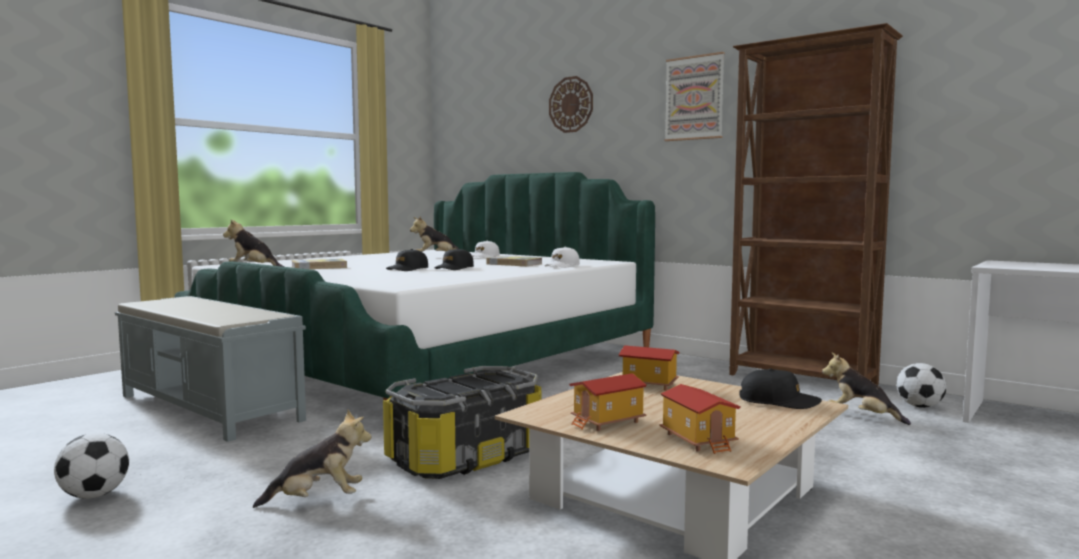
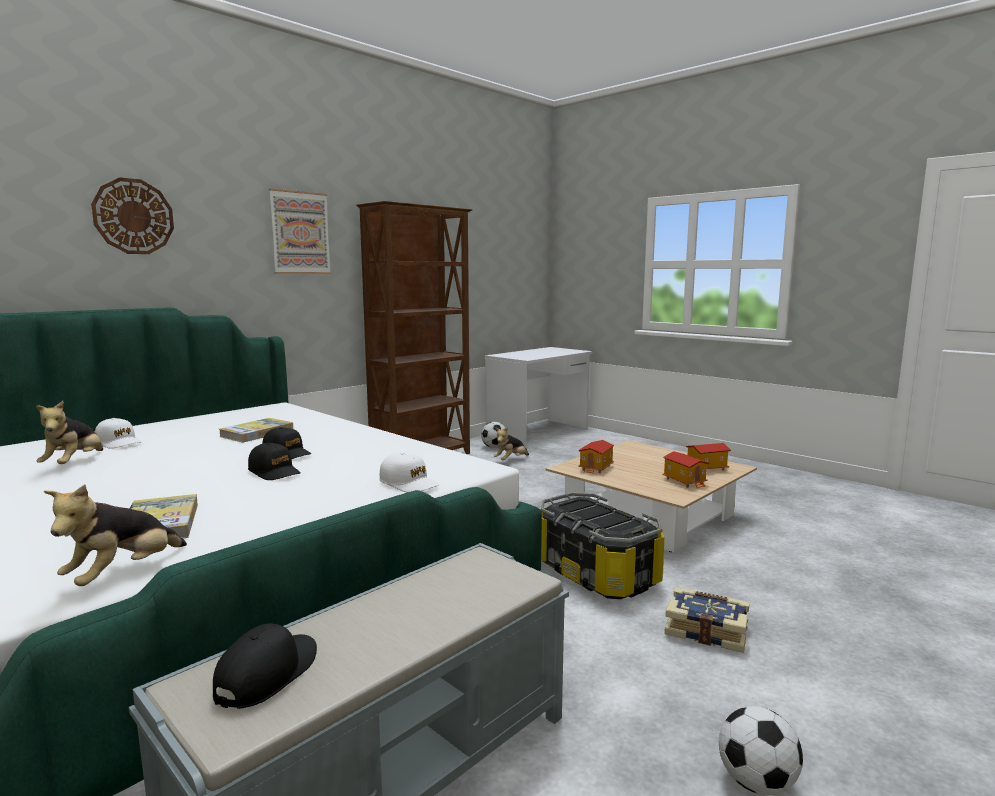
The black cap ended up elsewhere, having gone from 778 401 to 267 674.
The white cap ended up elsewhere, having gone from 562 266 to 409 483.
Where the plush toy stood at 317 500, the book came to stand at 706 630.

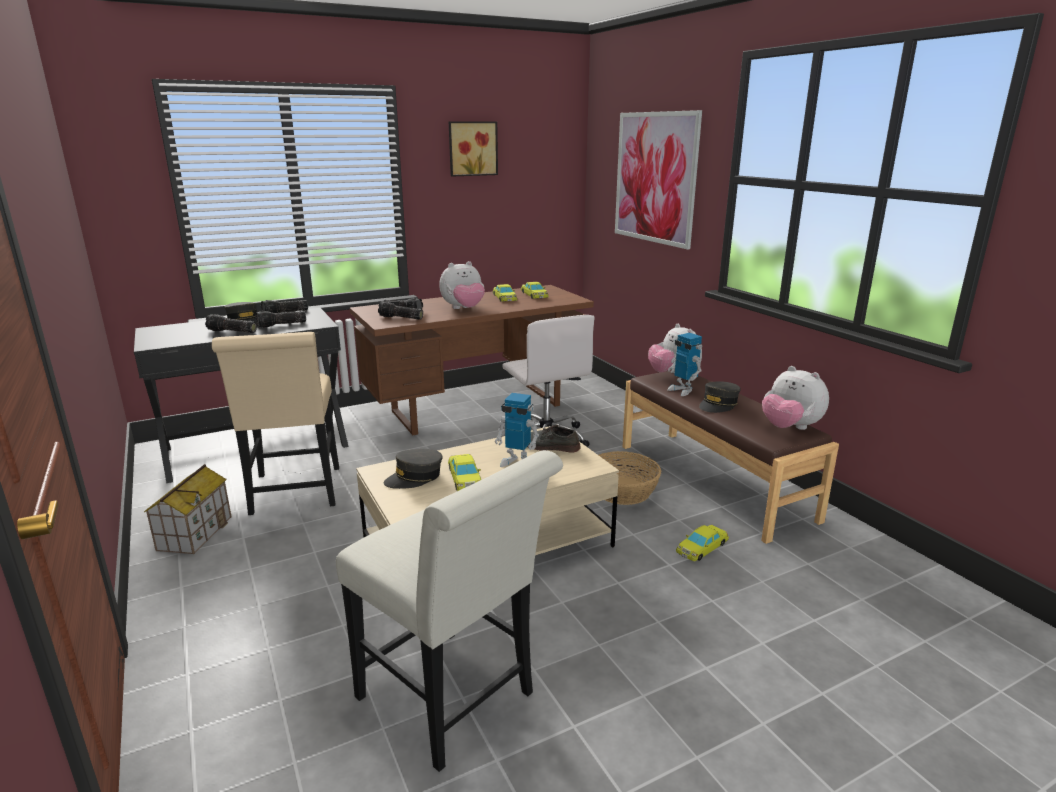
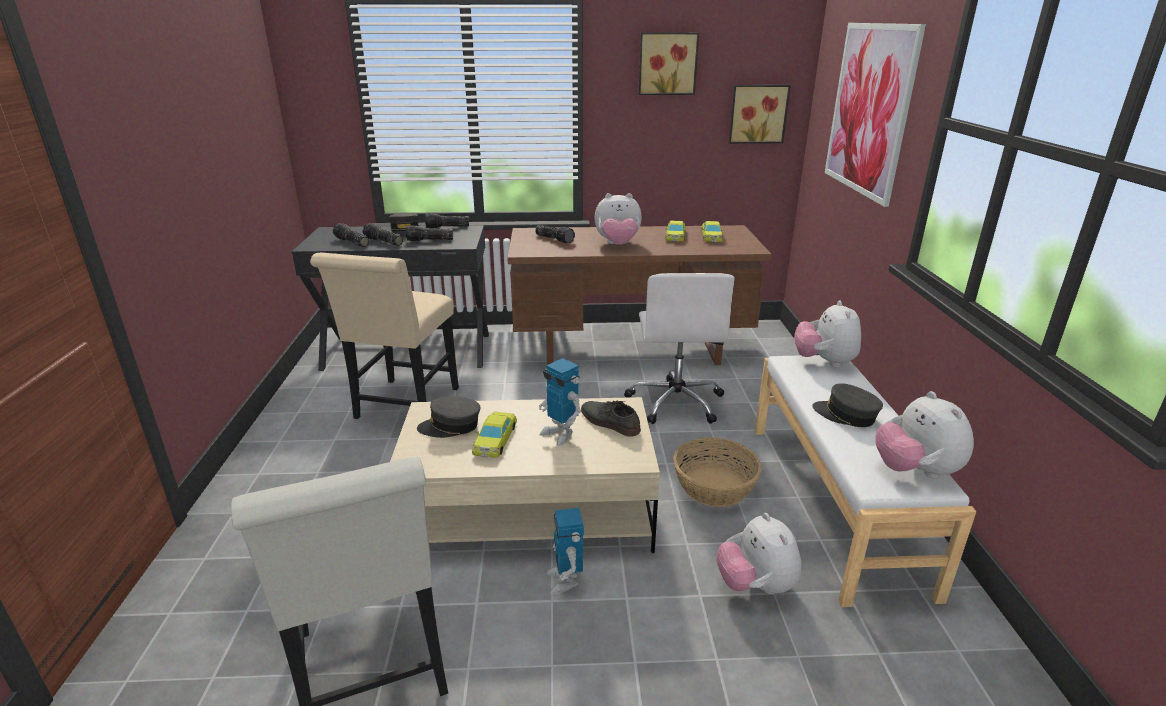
The flashlight ended up elsewhere, having gone from 400 318 to 351 242.
The toy robot ended up elsewhere, having gone from 682 390 to 565 581.
Where the yellow toy car stood at 701 547, the plush toy came to stand at 755 586.
The second view gained the picture at 757 114.
What was the brown bench at 713 480 turned into the white bench at 835 503.
The grey cap at 718 404 ended up facing another way, 60 degrees clockwise from before.
The second view lost the toy house at 195 533.

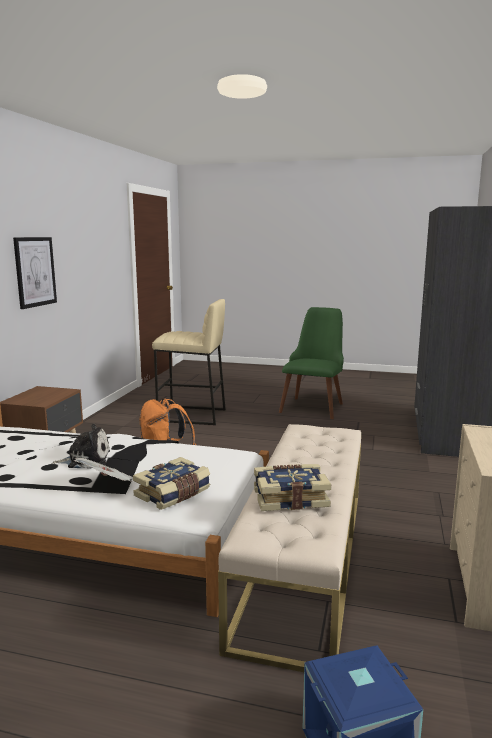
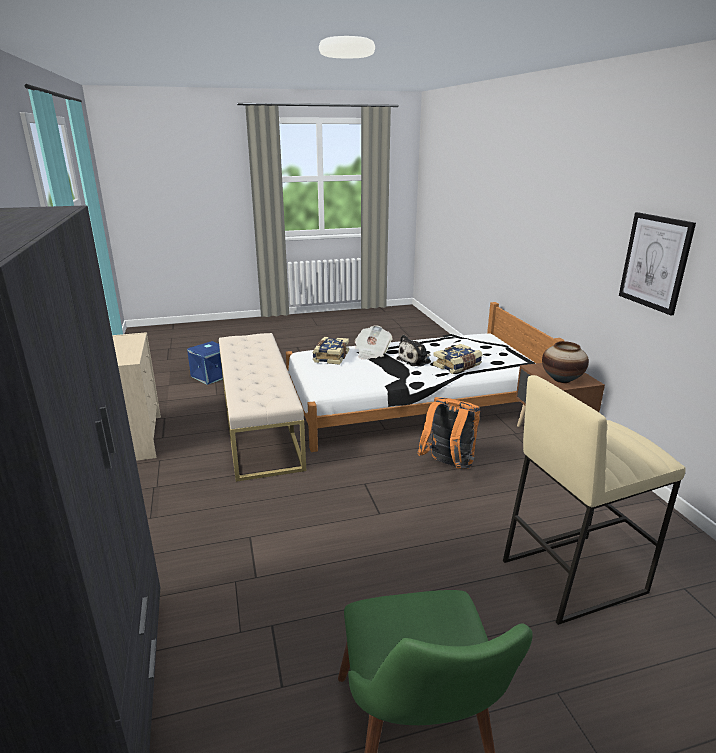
The book ended up elsewhere, having gone from 290 498 to 457 366.
The second view gained the vase at 561 379.

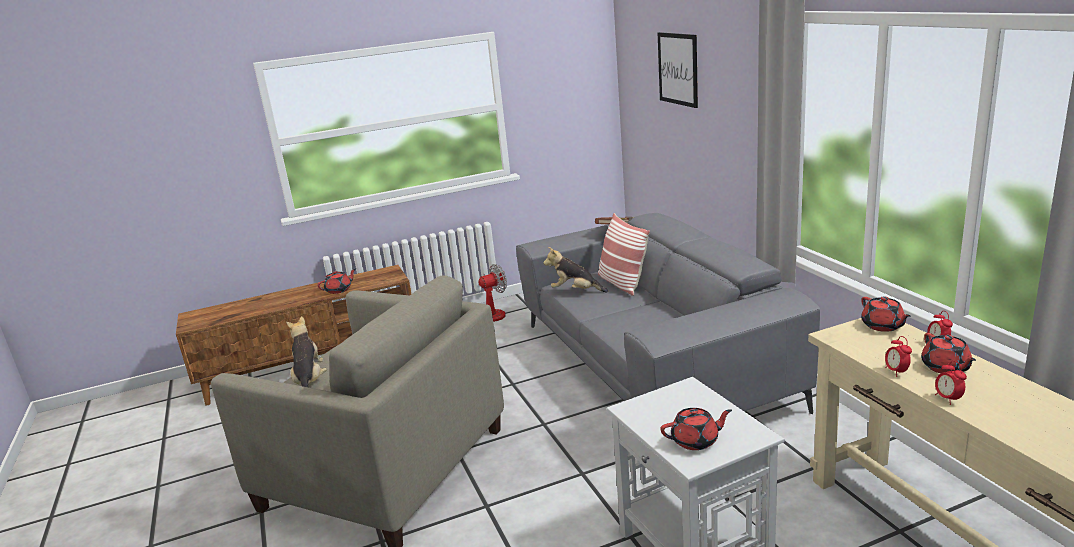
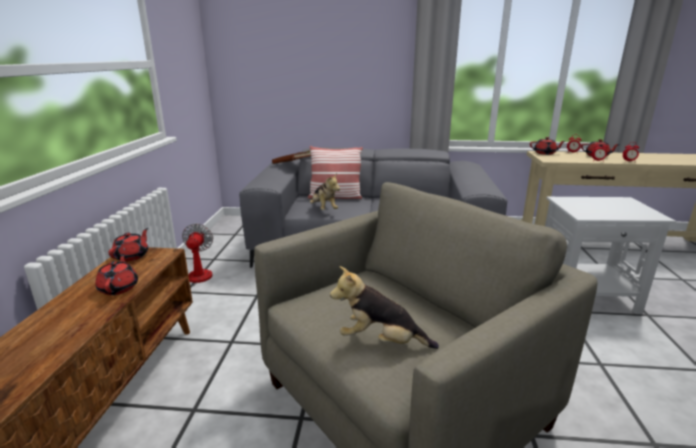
The red teapot ended up elsewhere, having gone from 696 441 to 132 256.
The plush toy at 575 291 ended up facing another way, 75 degrees counterclockwise from before.
The second view lost the picture at 678 69.

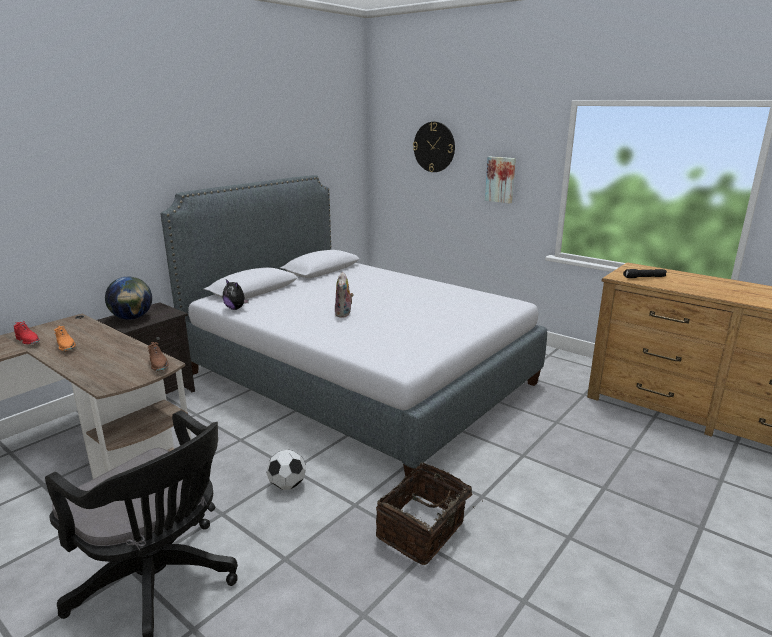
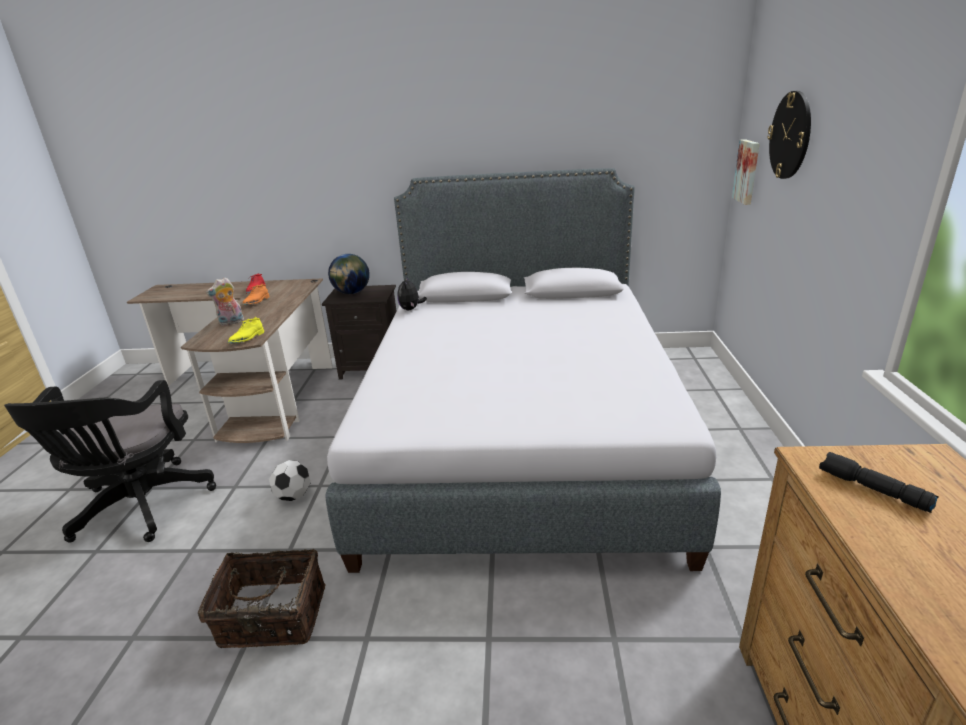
The plush toy ended up elsewhere, having gone from 344 314 to 231 323.
What was the brown shoe at 159 365 turned into the yellow shoe at 247 339.
The picture ended up elsewhere, having gone from 500 179 to 748 171.

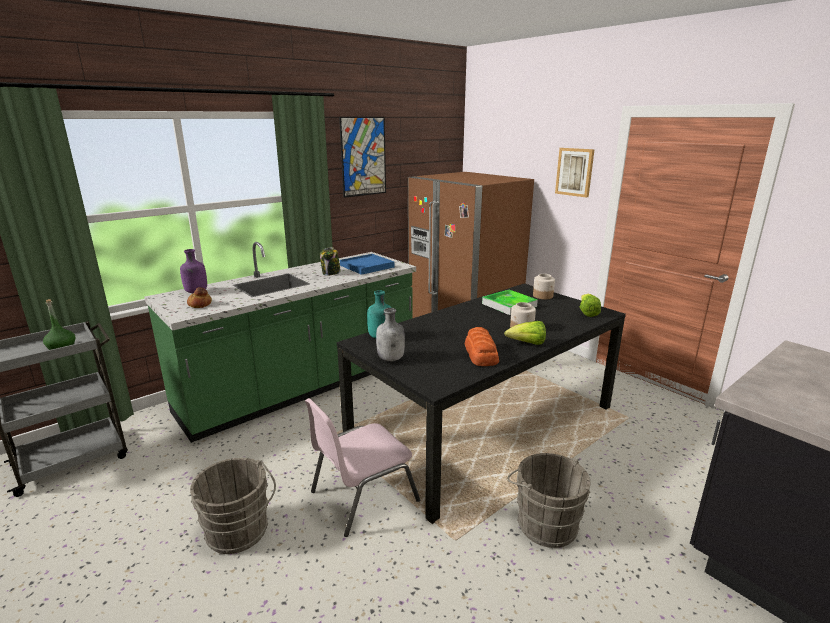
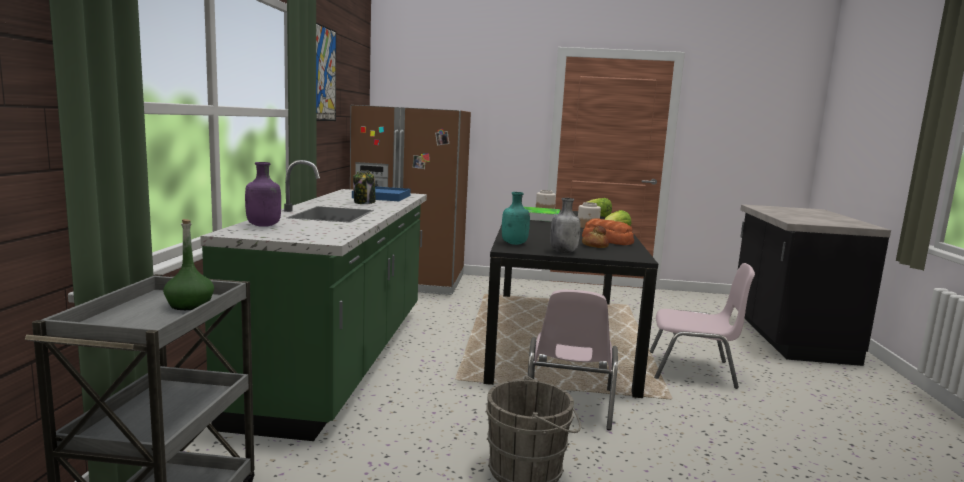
The bread ended up elsewhere, having gone from 200 304 to 594 246.
Where the grey bucket stood at 544 523, the pink chair came to stand at 693 370.
The second view lost the picture at 574 172.

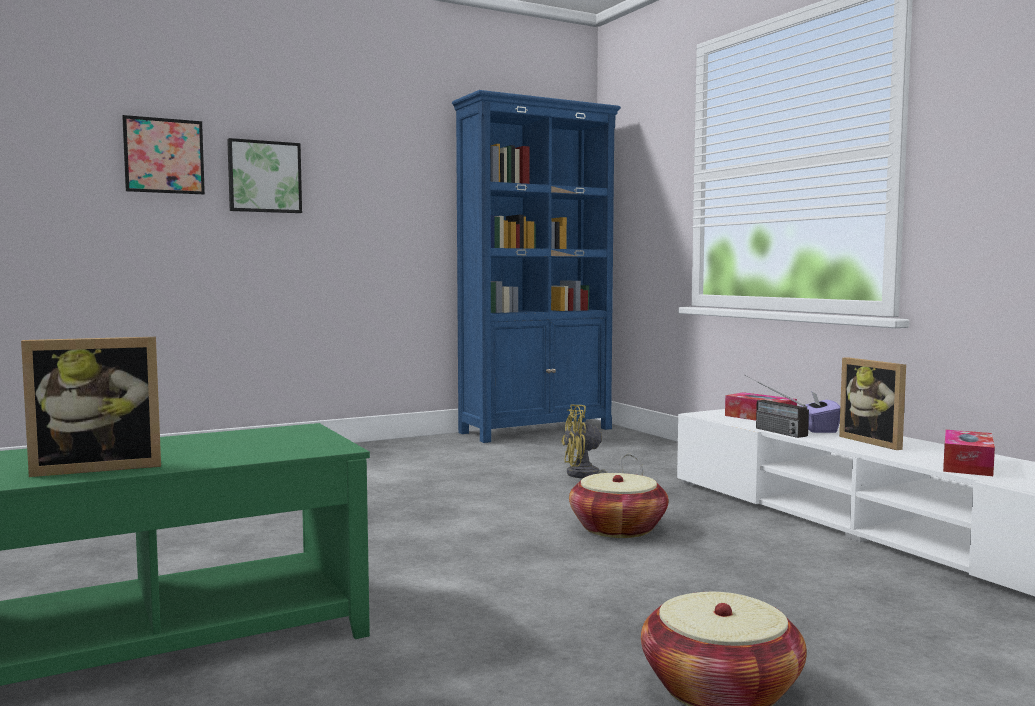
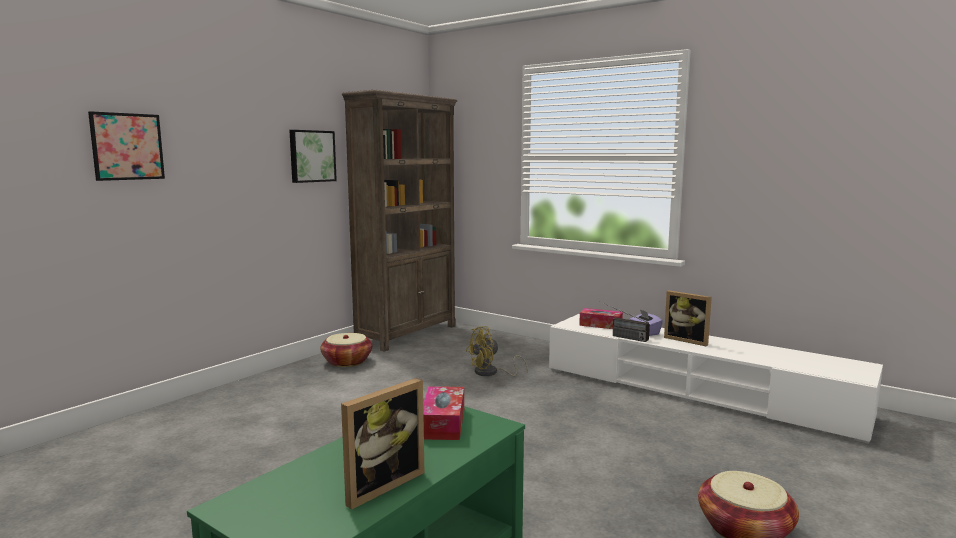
The picture ended up elsewhere, having gone from 264 177 to 311 156.
The basket ended up elsewhere, having gone from 618 529 to 347 362.
What was the blue bookcase at 537 430 turned into the brown bookcase at 407 334.
The tissue box ended up elsewhere, having gone from 967 465 to 443 423.

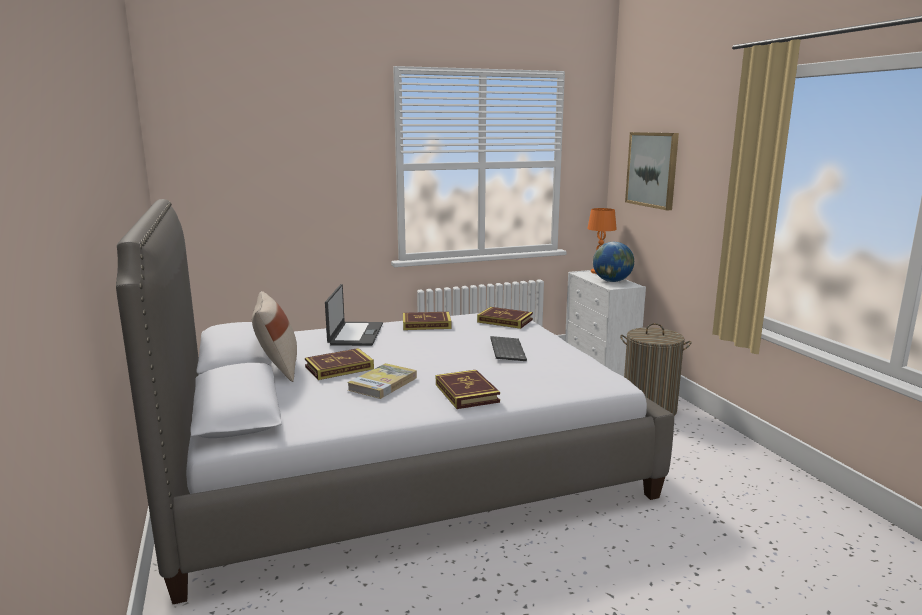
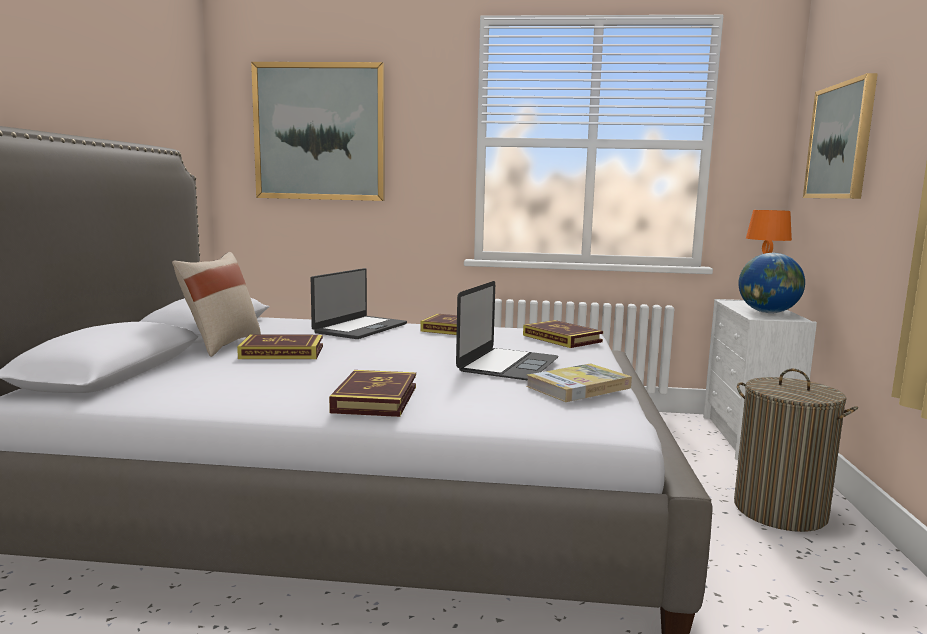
The second view gained the picture at 319 132.
Where the keyboard stood at 506 350, the laptop came to stand at 508 364.
The book ended up elsewhere, having gone from 383 384 to 578 387.

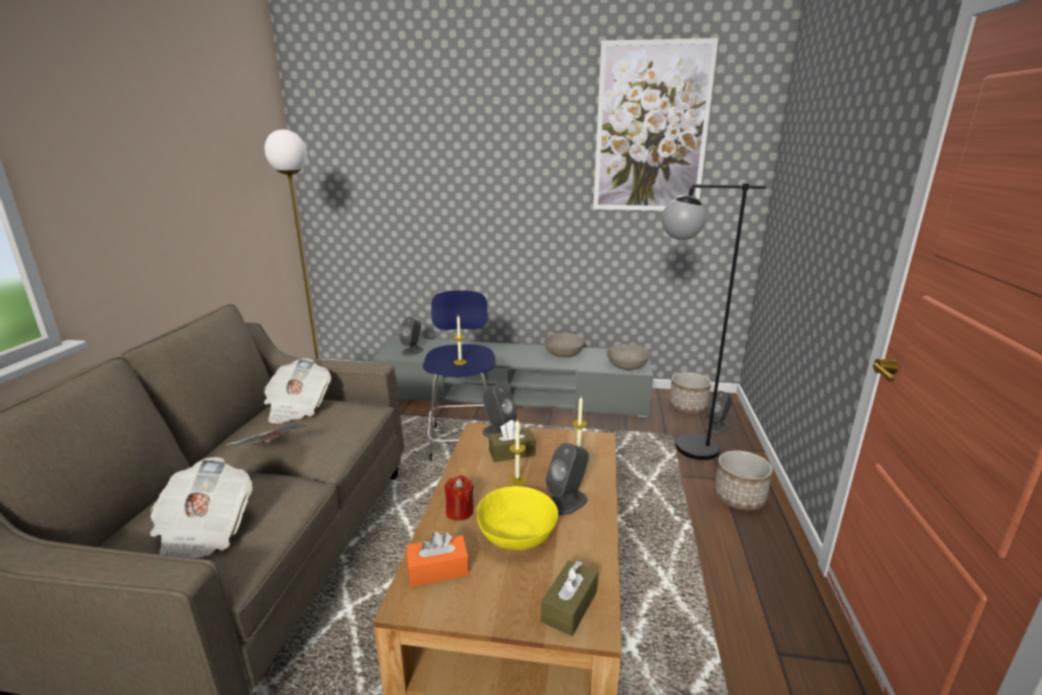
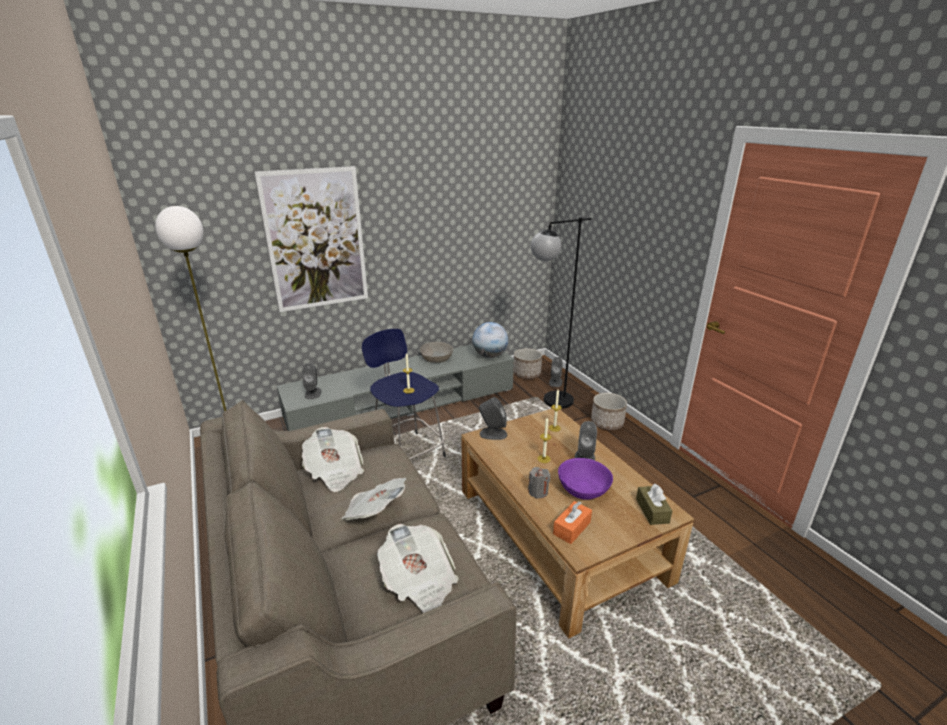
The picture ended up elsewhere, having gone from 651 129 to 316 240.
Where the grey bowl stood at 627 365, the globe came to stand at 490 356.
What was the red candle at 459 511 turned into the grey candle at 538 492.
What was the yellow bowl at 517 534 turned into the purple bowl at 584 488.
The second view lost the brown tissue box at 512 453.

